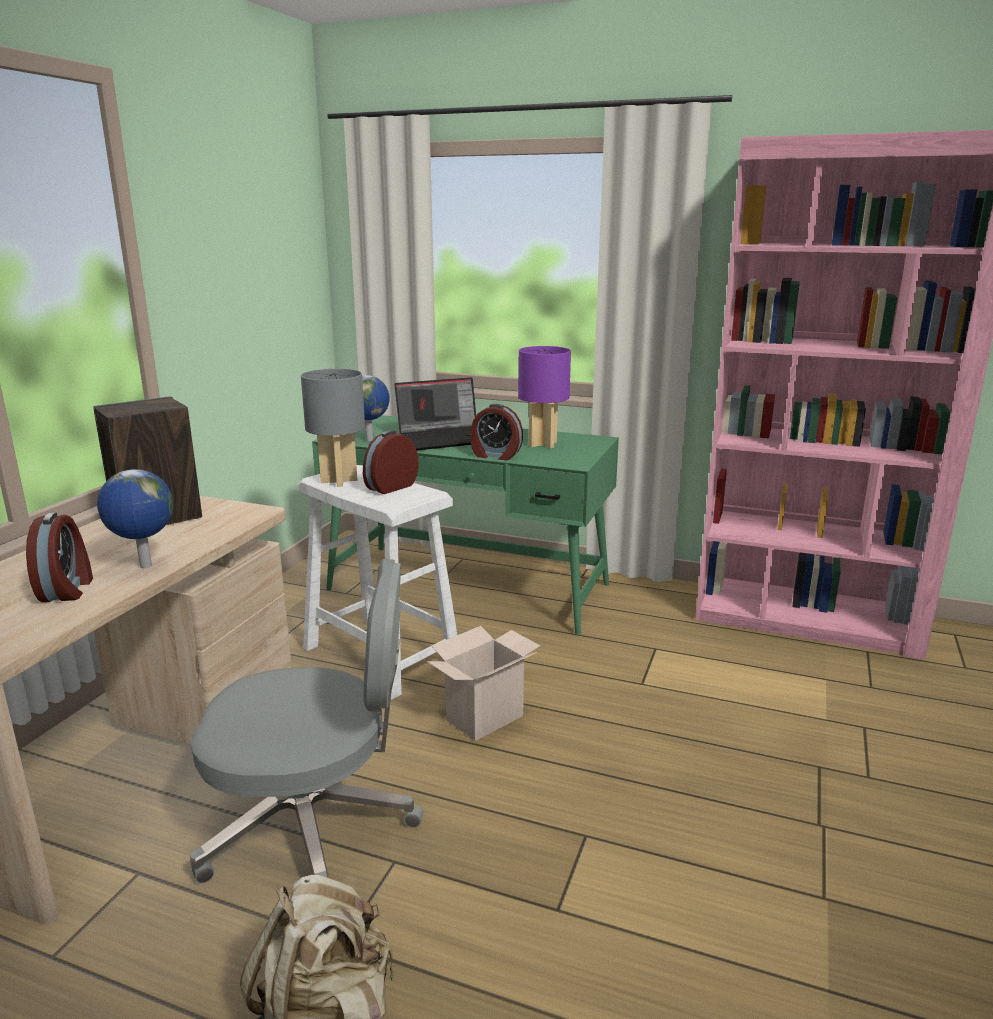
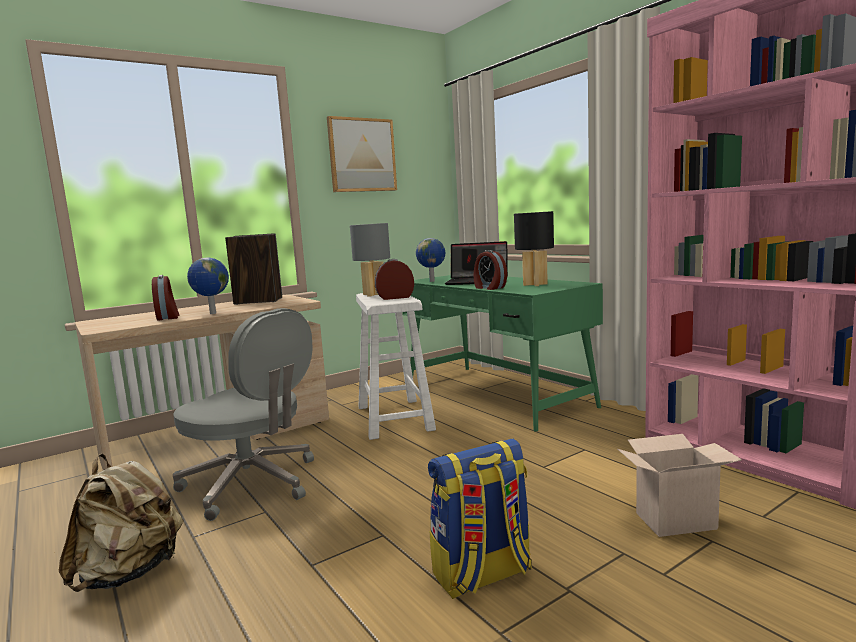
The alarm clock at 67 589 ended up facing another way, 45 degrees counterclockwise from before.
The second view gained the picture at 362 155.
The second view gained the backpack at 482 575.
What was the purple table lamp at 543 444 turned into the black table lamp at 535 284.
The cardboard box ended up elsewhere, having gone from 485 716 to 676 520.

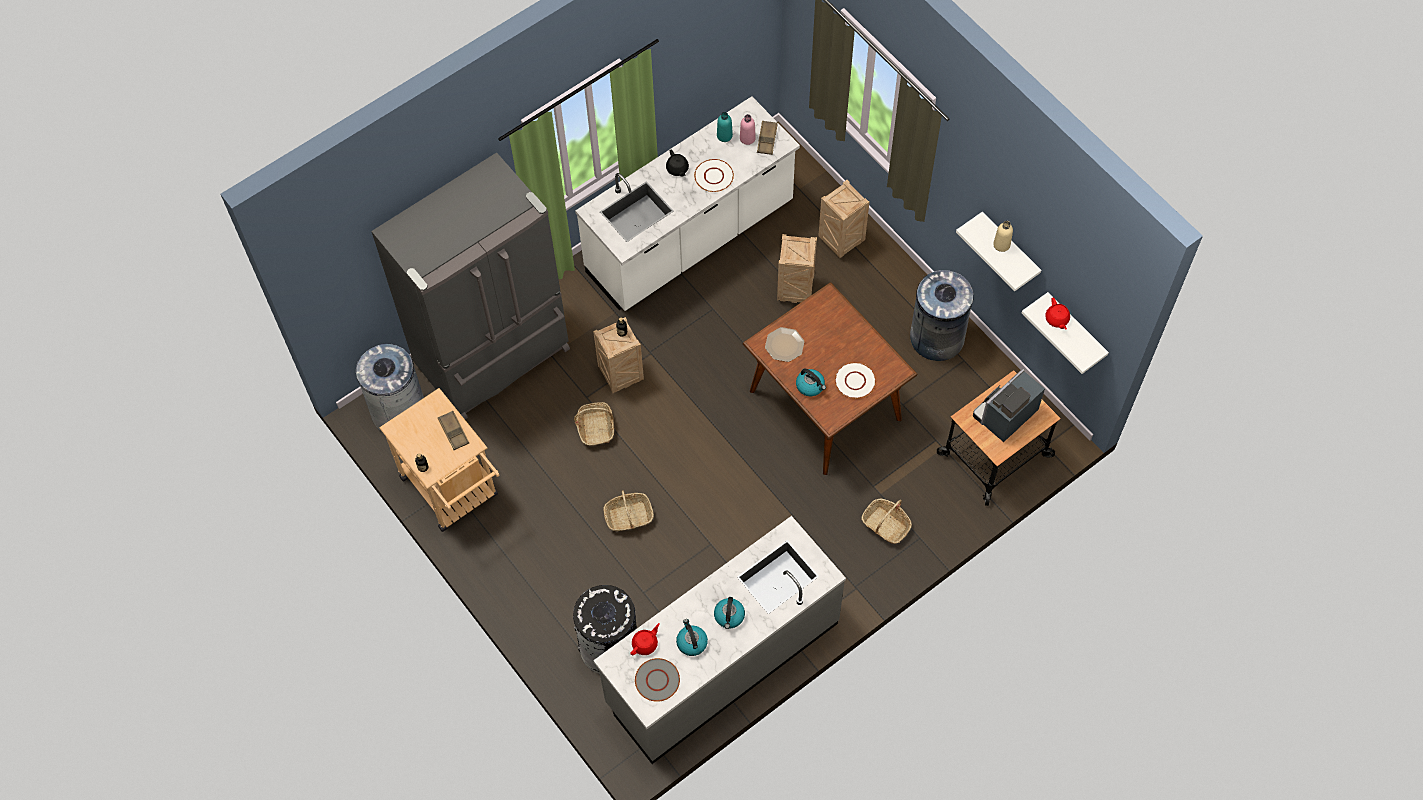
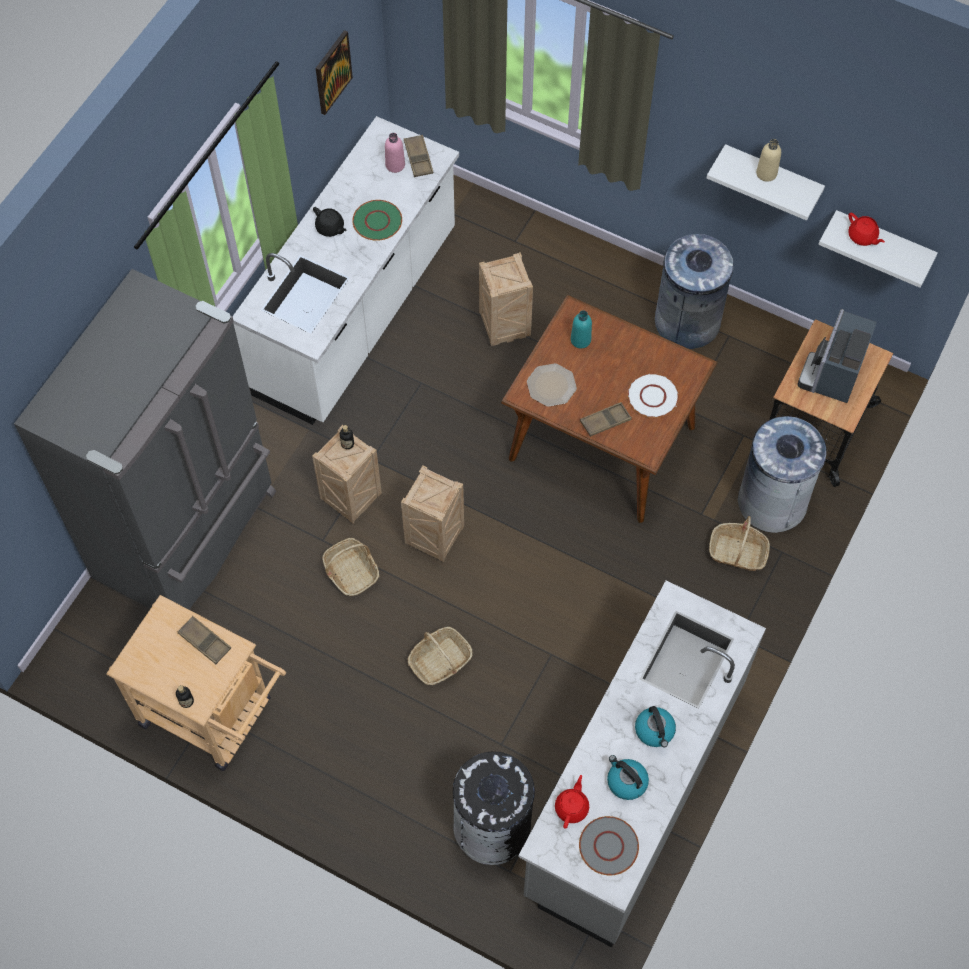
The second view gained the picture at 332 72.
What was the white plate at 714 176 turned into the green plate at 377 221.
The crate ended up elsewhere, having gone from 841 242 to 435 539.
The turquoise bottle ended up elsewhere, having gone from 724 136 to 580 340.
Where the kettle stood at 810 386, the brown tray came to stand at 605 421.
The grey trash can ended up elsewhere, having gone from 399 410 to 772 501.

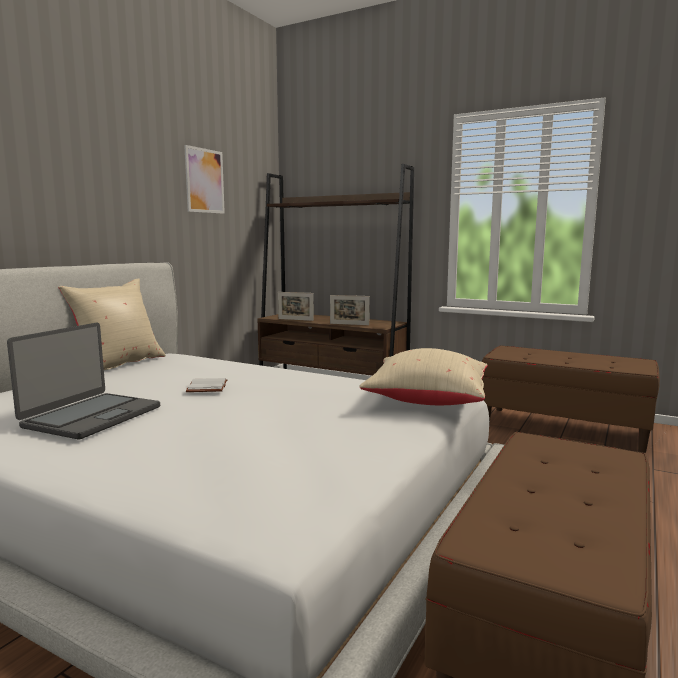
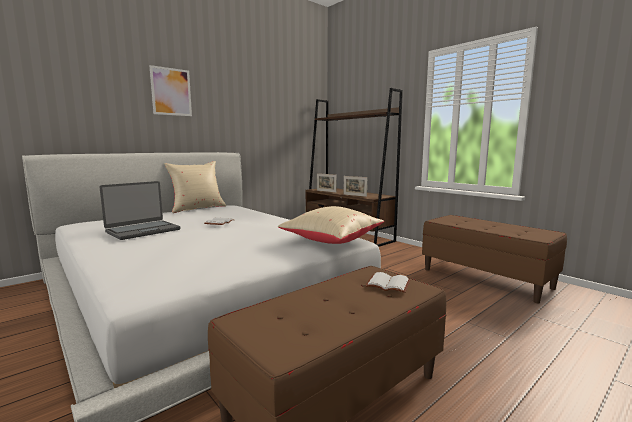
The picture ended up elsewhere, having gone from 204 181 to 171 92.
The second view gained the white book at 387 284.

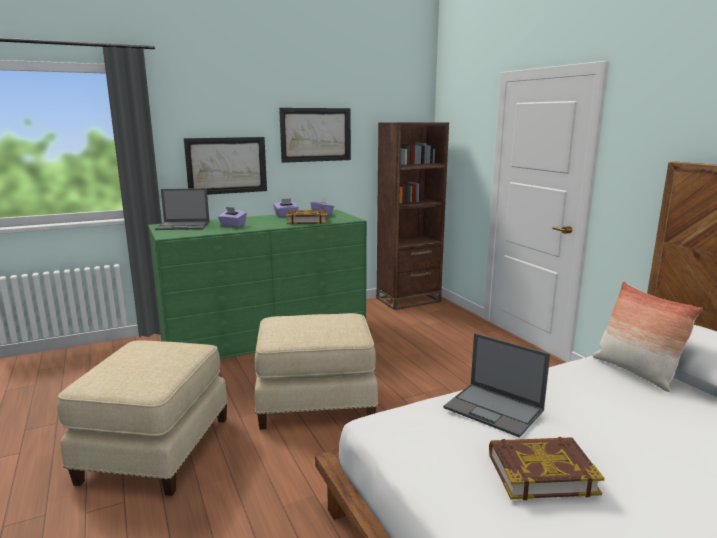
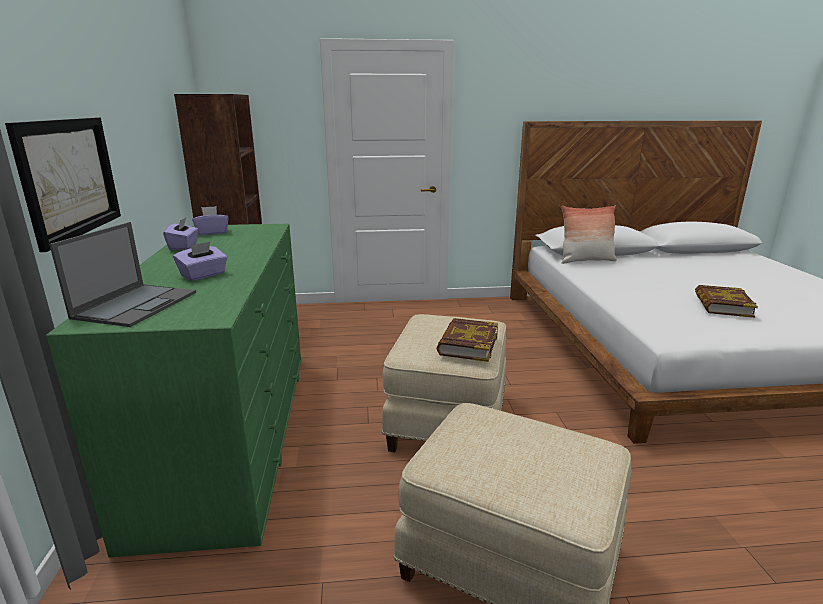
The book ended up elsewhere, having gone from 307 220 to 467 344.
The second view lost the picture at 315 134.
The second view lost the laptop at 495 409.

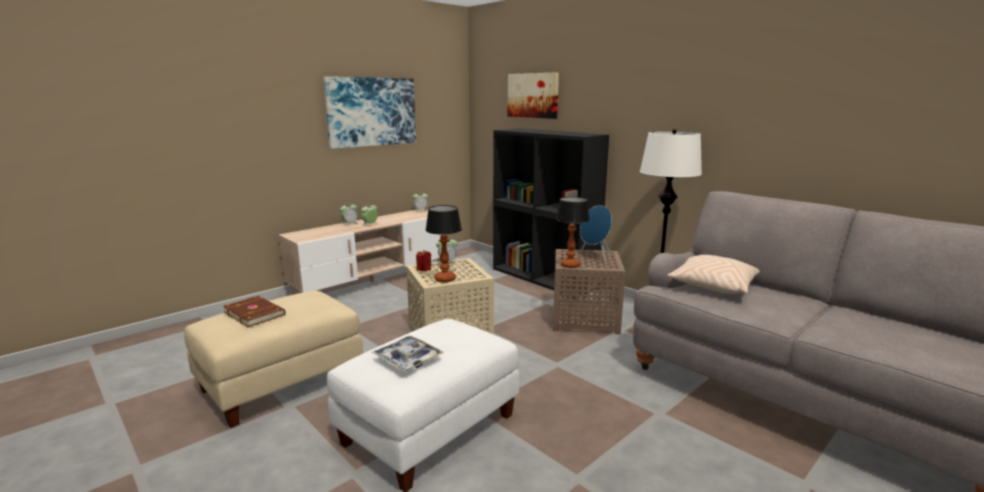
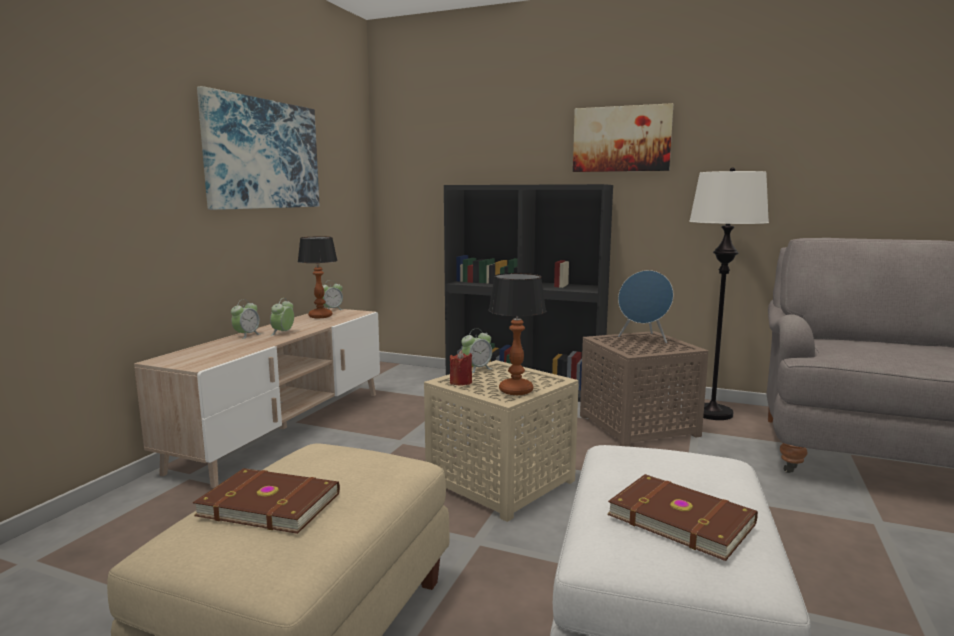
The table lamp ended up elsewhere, having gone from 569 265 to 320 316.
The picture ended up elsewhere, having gone from 533 95 to 621 139.
Where the tray stood at 407 359, the brown book came to stand at 681 518.
The second view lost the beige pillow at 712 286.

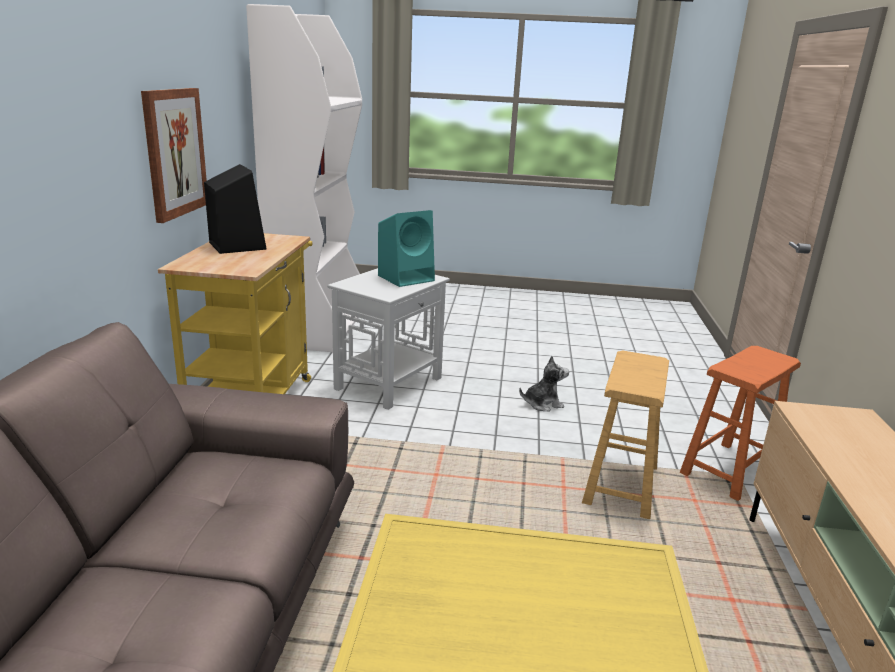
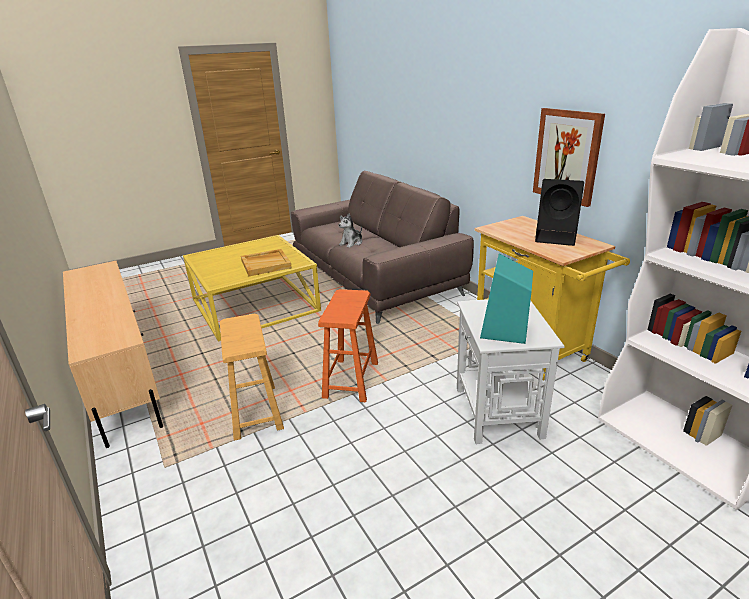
The second view gained the beige tray at 266 264.
The orange stool ended up elsewhere, having gone from 729 470 to 351 380.
The plush toy ended up elsewhere, having gone from 542 404 to 351 243.

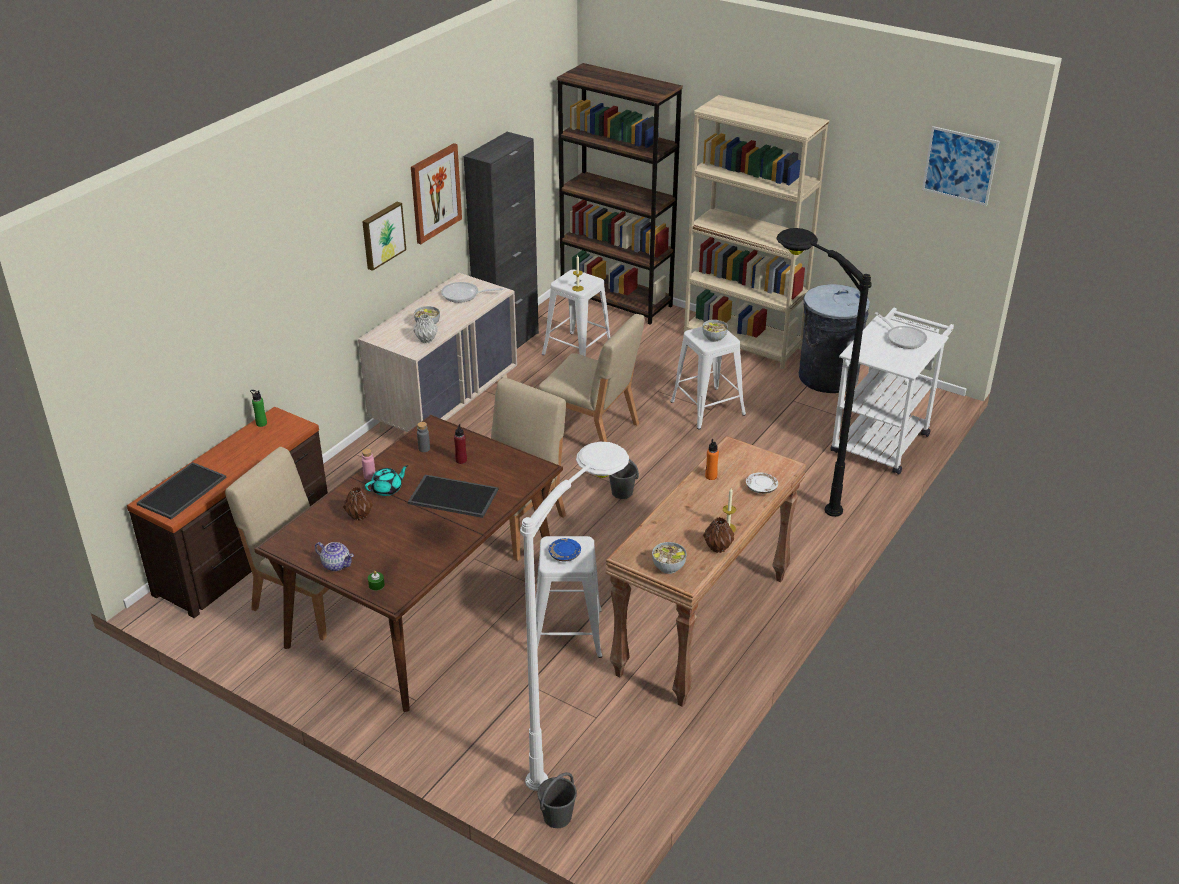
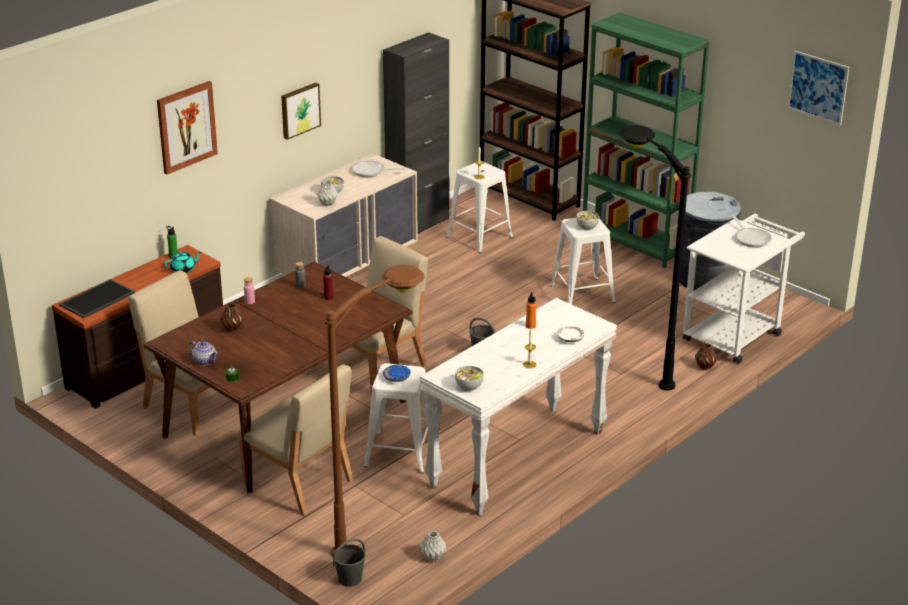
The picture ended up elsewhere, having gone from 435 193 to 186 127.
The turquoise teapot ended up elsewhere, having gone from 387 489 to 183 269.
The beige chair ended up elsewhere, having gone from 591 431 to 299 483.
What was the white floor lamp at 583 738 turned into the brown floor lamp at 388 528.
What was the brown console table at 703 626 turned into the white console table at 518 460.
The second view gained the grey vase at 432 557.
What was the beige bookcase at 743 342 turned into the green bookcase at 635 243.
The brown vase ended up elsewhere, having gone from 718 548 to 705 367.
The second view lost the tray at 452 497.

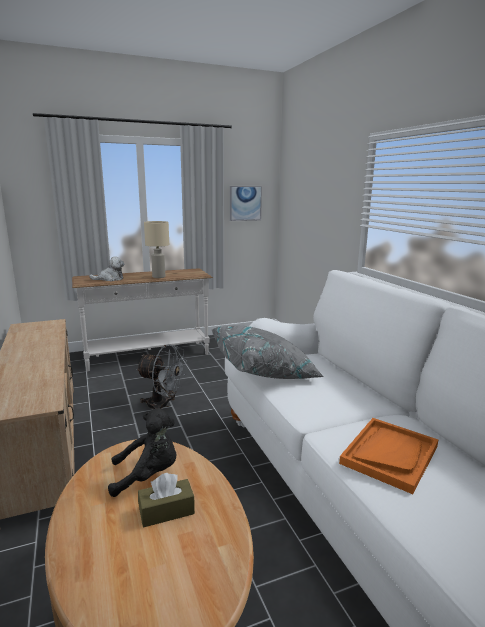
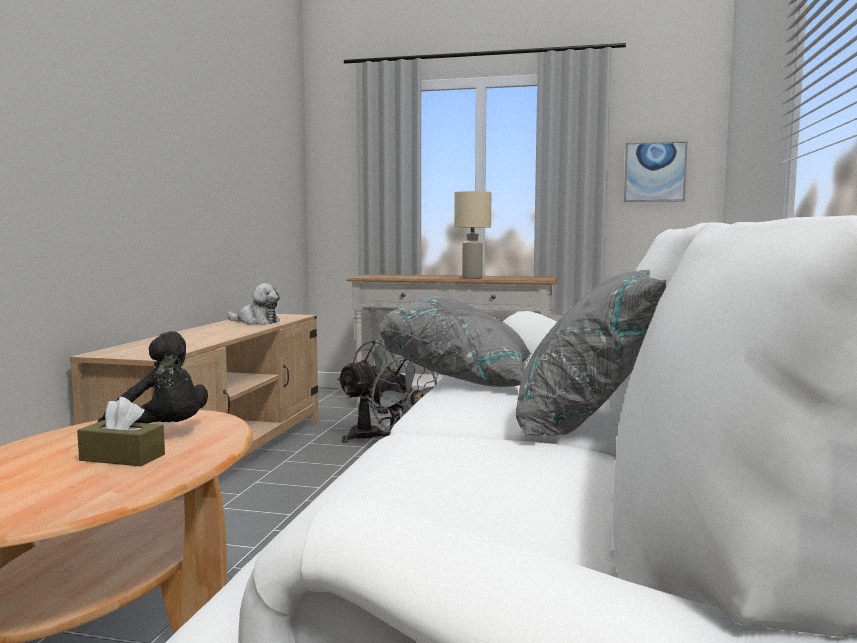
The plush toy ended up elsewhere, having gone from 110 279 to 256 322.
The second view gained the grey fan at 371 434.
The second view gained the grey pillow at 591 421.
The second view lost the orange tray at 389 454.

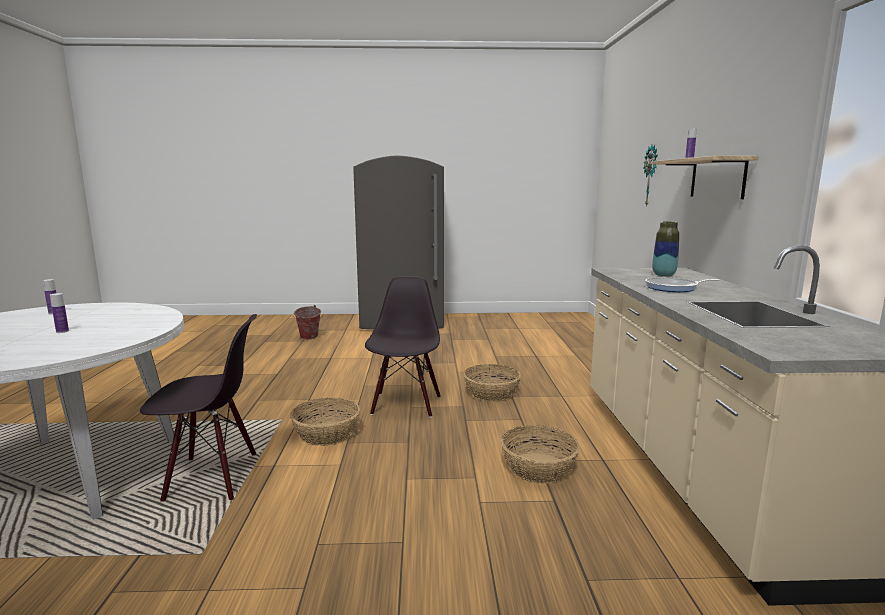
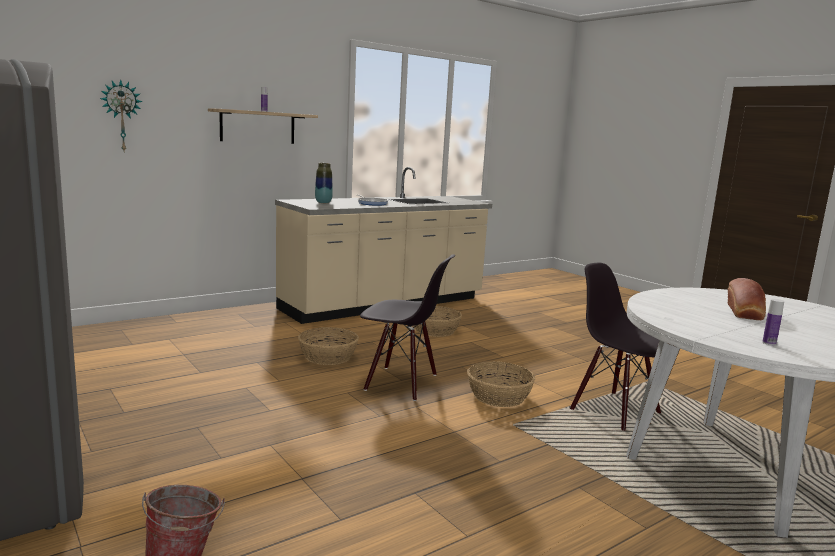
The black chair at 405 405 ended up facing another way, 135 degrees counterclockwise from before.
Where the bottle stood at 62 331, the bread came to stand at 744 313.

